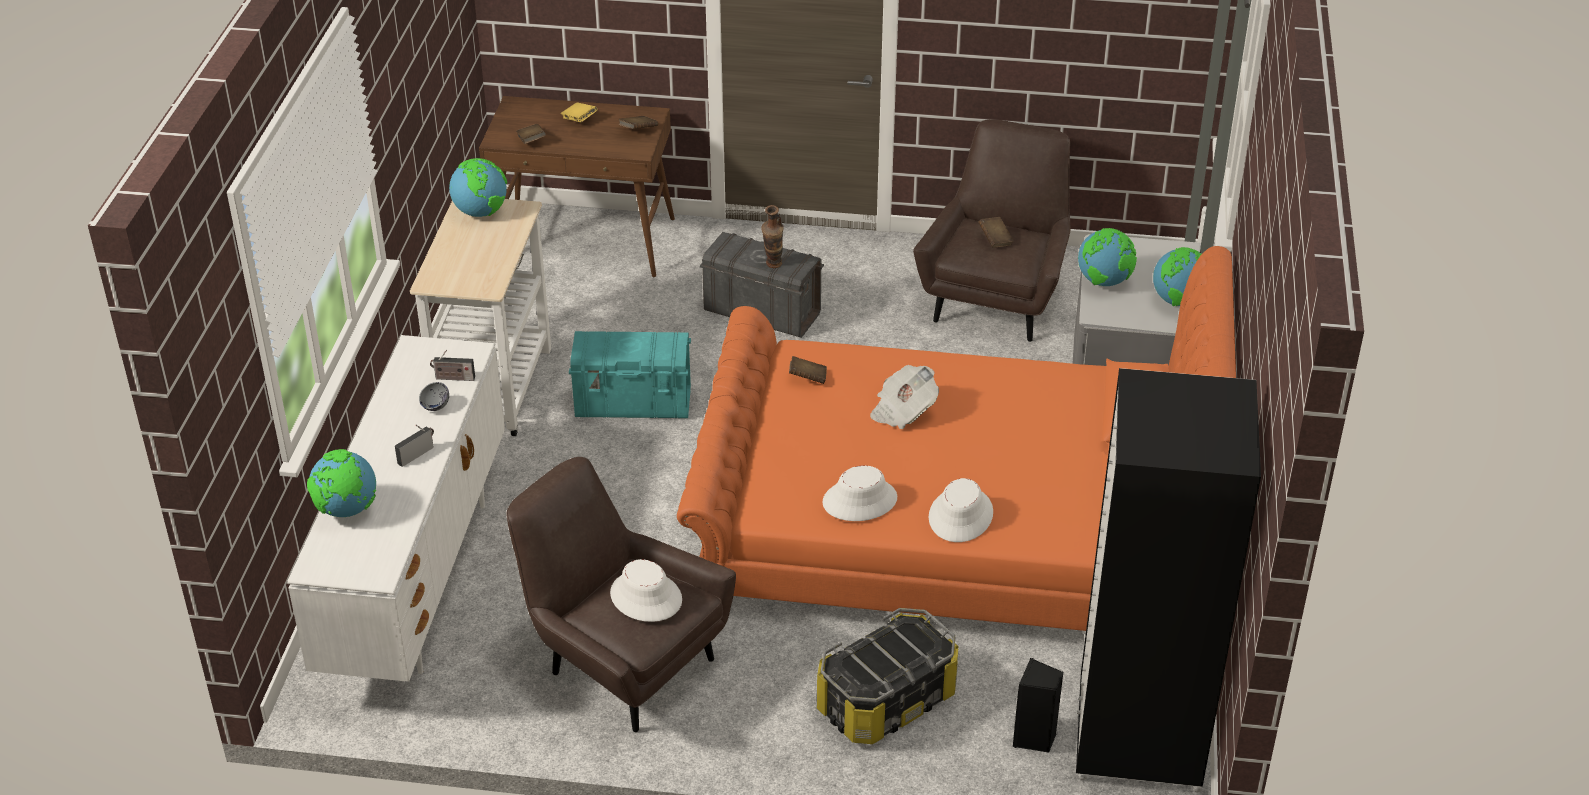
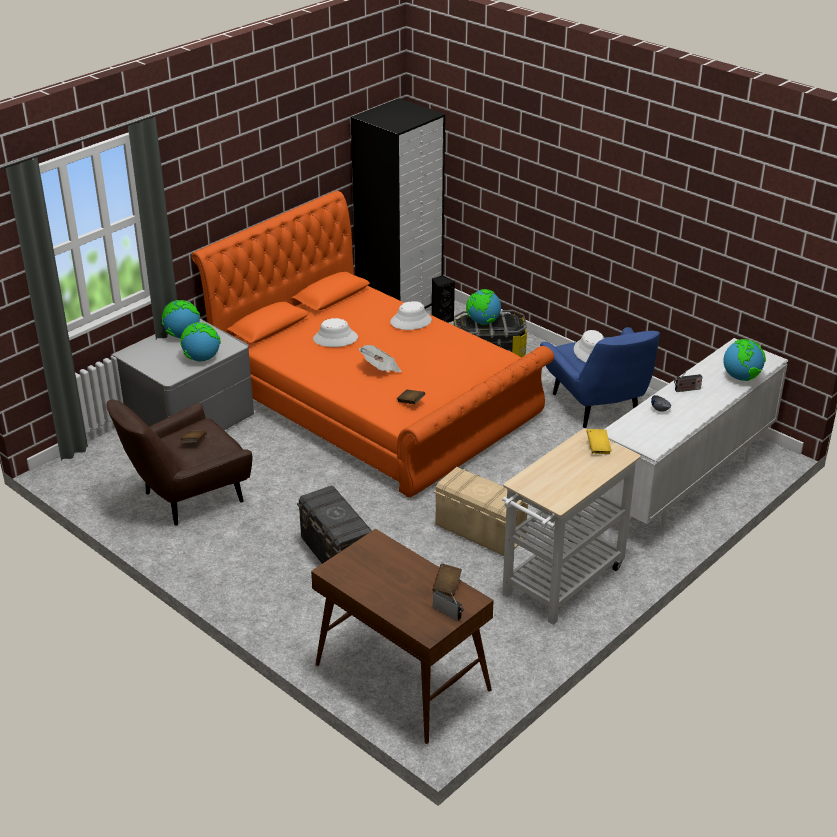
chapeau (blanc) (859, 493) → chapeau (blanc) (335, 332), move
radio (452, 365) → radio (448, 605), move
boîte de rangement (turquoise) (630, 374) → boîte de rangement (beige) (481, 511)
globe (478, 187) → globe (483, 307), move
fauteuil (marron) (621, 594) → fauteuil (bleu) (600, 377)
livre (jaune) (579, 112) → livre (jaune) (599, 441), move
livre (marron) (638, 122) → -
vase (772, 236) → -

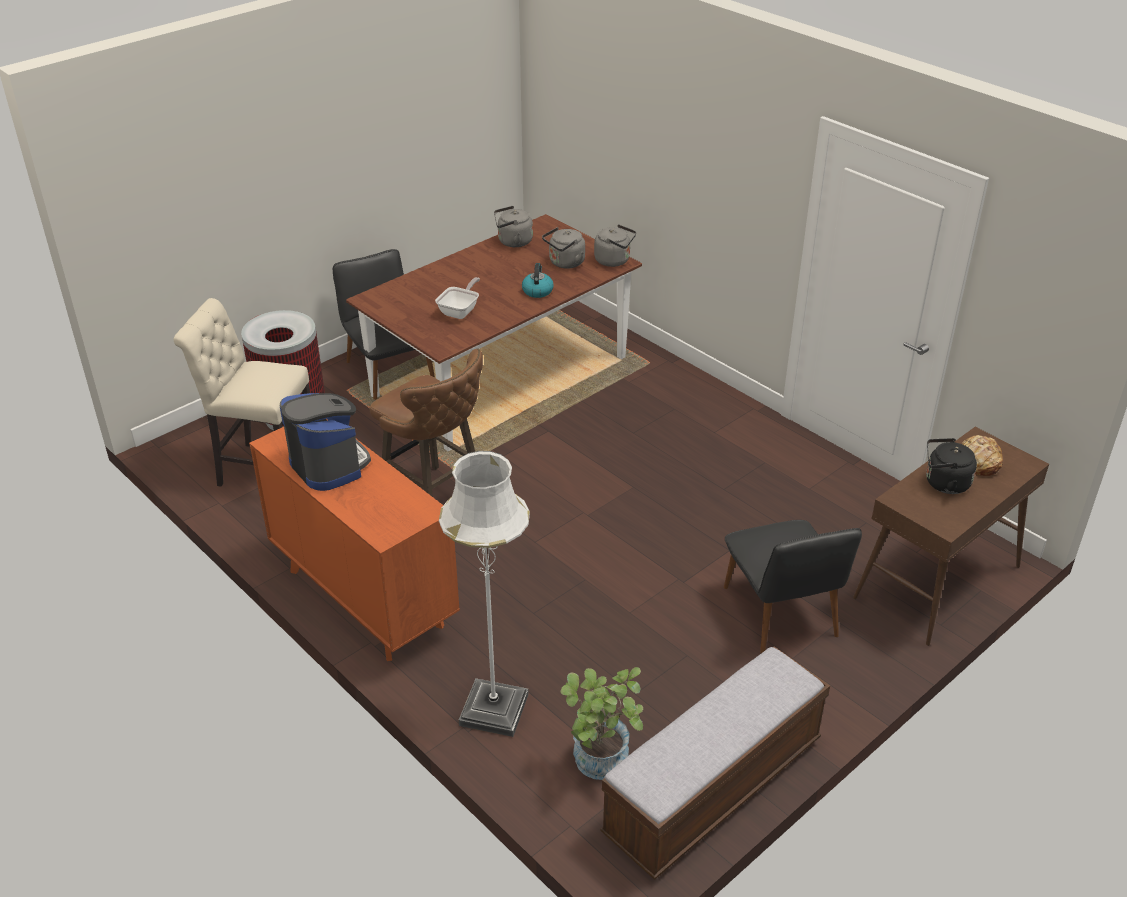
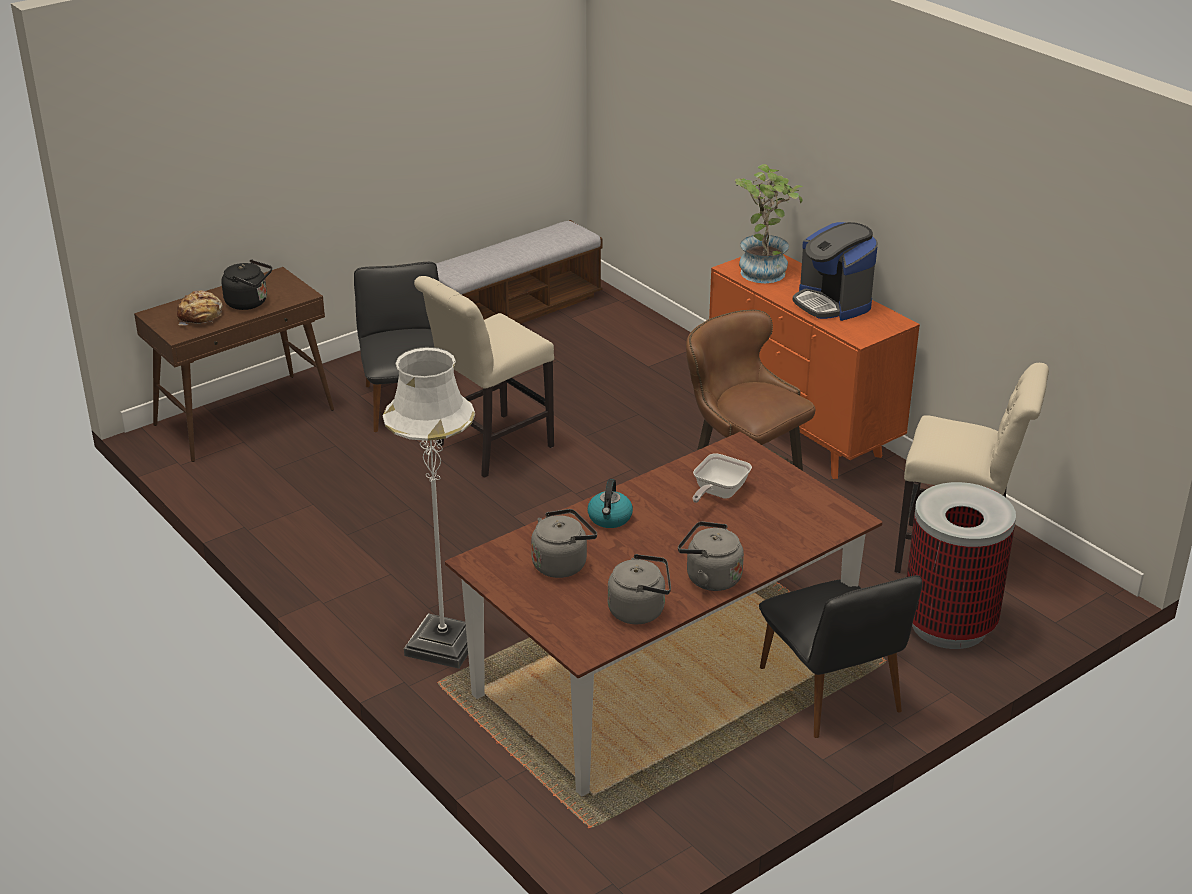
lampadaire (blanc) (484, 594) → lampadaire (blanc) (429, 508), move
- → tabouret (beige) (484, 377)
bouilloire (gris) (615, 246) → bouilloire (gris) (711, 556), move
plante en pot (602, 723) → plante en pot (769, 223), move

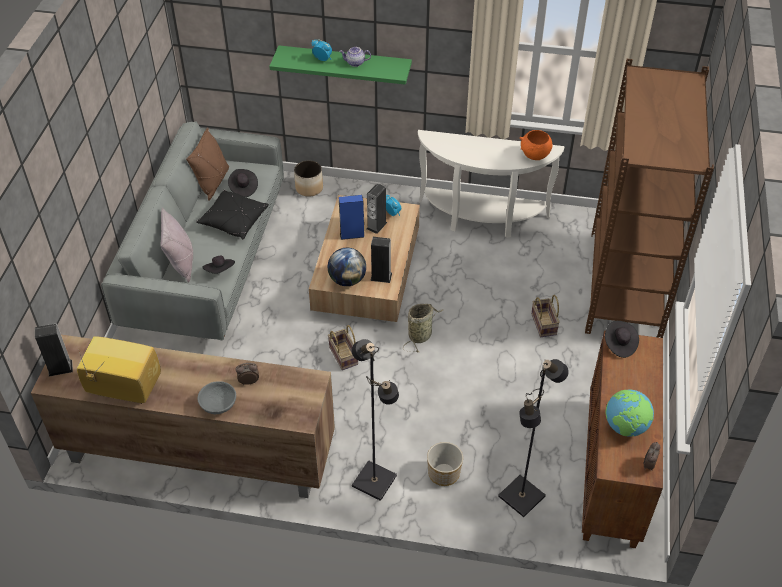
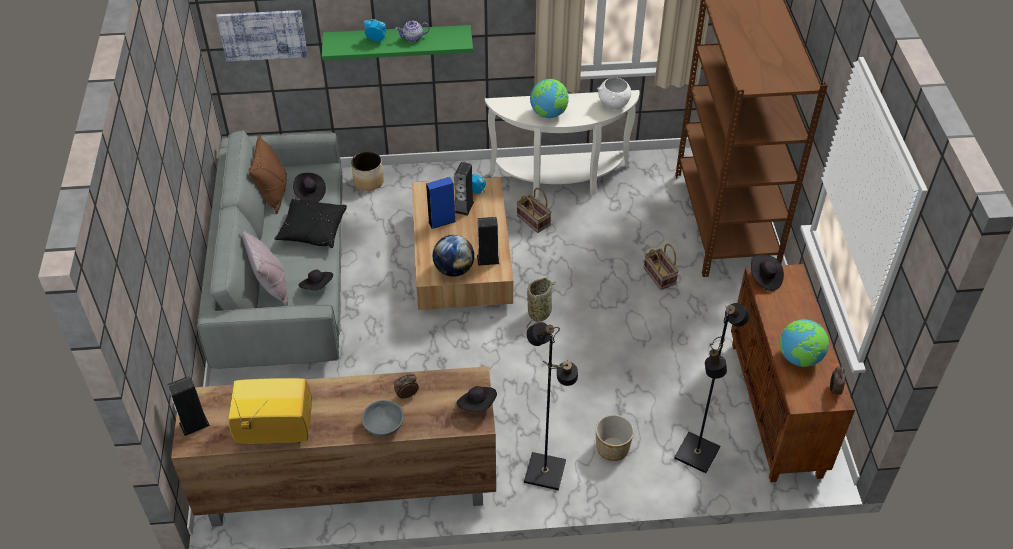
- → tableau (262, 35)
- → chapeau (noir) (477, 399)
panier (343, 347) → panier (534, 210), move
- → globe (549, 98)
bol (orange) (536, 145) → bol (blanc) (614, 93)

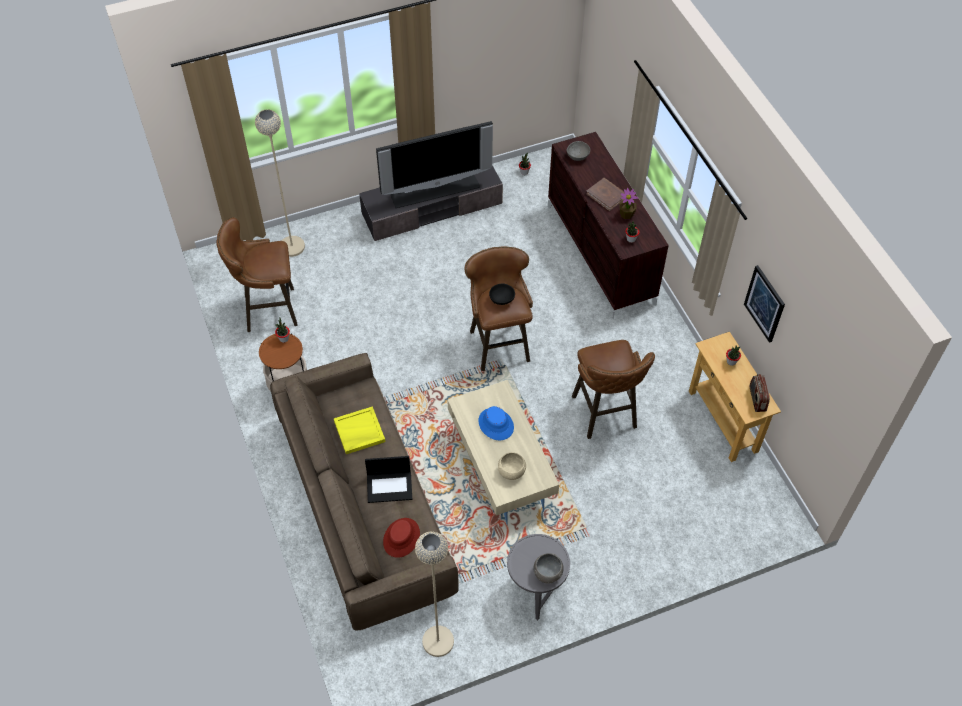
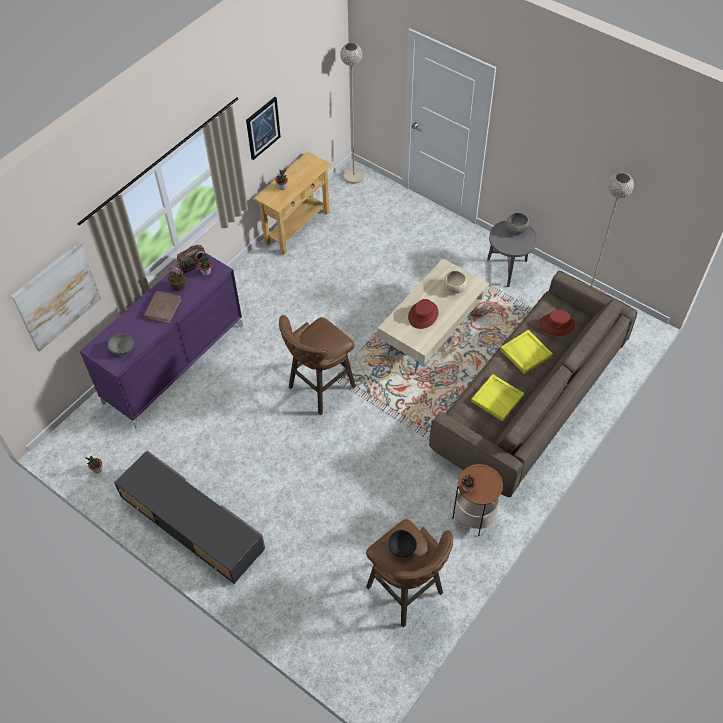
- → tableau (56, 297)
commode (marron) (608, 225) → commode (violet) (161, 341)
radio (760, 393) → radio (192, 258), move
lampadaire (beige) (280, 183) → lampadaire (beige) (352, 113), move
bol (noir) (502, 294) → bol (noir) (402, 543), move
chapeau (bleu) (496, 423) → chapeau (rouge) (423, 314)
ordinateur portable (388, 479) → plateau (jaune) (526, 352)
téléviseur (434, 164) → -
tabouret (marron) (613, 389) → -

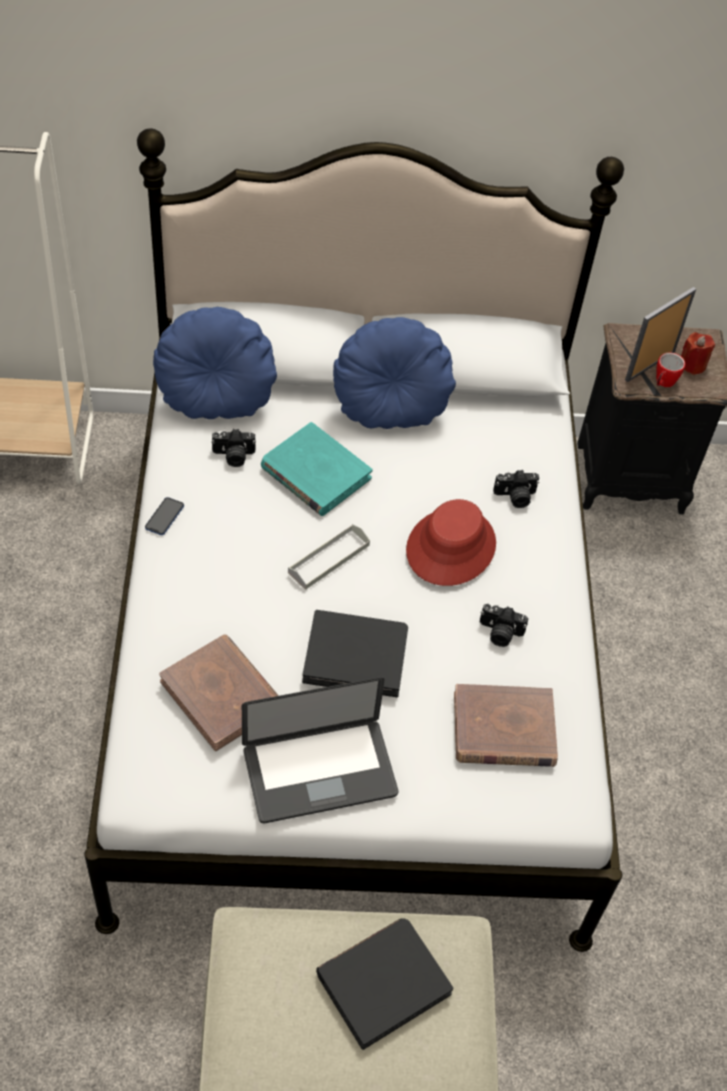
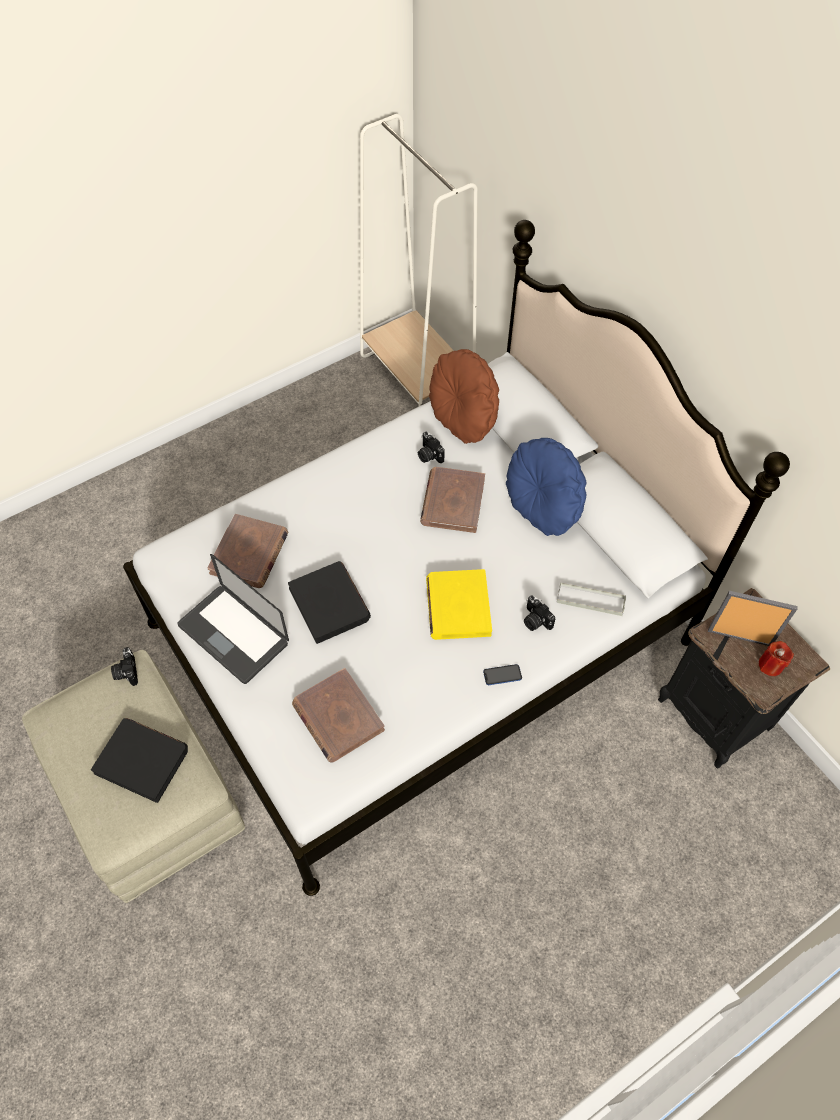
appareil photo (504, 625) → appareil photo (124, 666), move
livre (turquoise) (317, 469) → livre (marron) (452, 500)
chapeau (rouge) (451, 542) → livre (jaune) (459, 604)
coussin (bleu) (215, 363) → coussin (marron) (464, 396)
téléphone (164, 516) → téléphone (502, 674), move
plateau (gris) (329, 557) → plateau (gris) (591, 599), move
mug (670, 369) → -

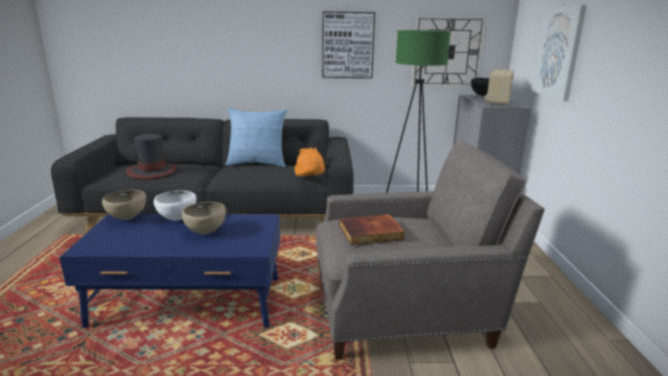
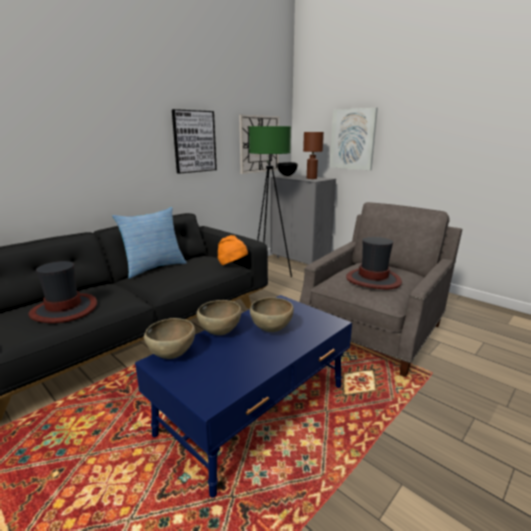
bol (blanc) (175, 205) → bol (marron) (219, 317)
radio (499, 87) → lampe de table (marron) (313, 155)
livre (372, 230) → chapeau (374, 263)

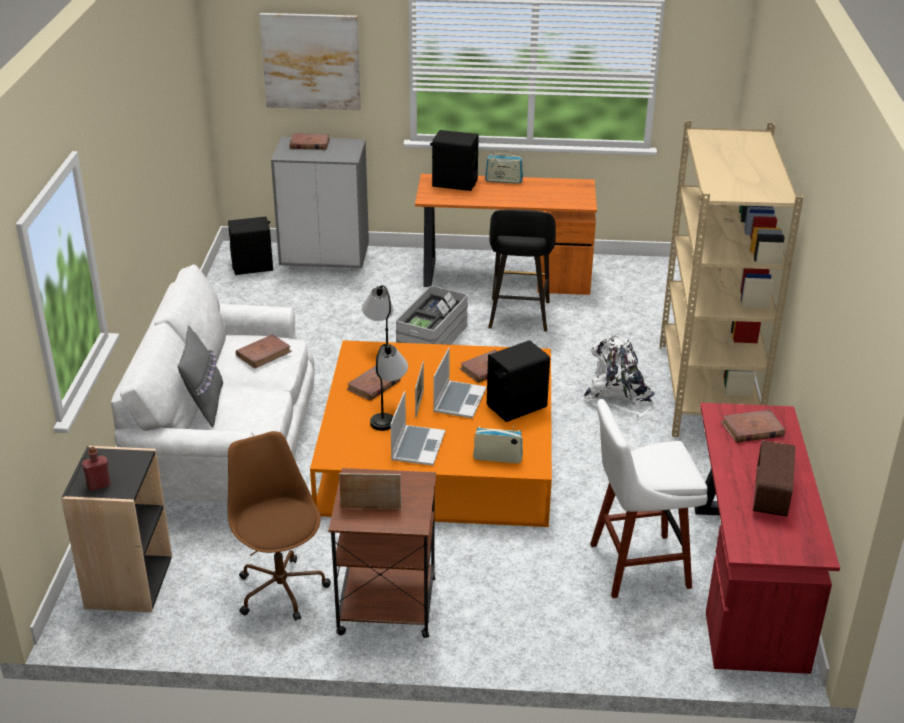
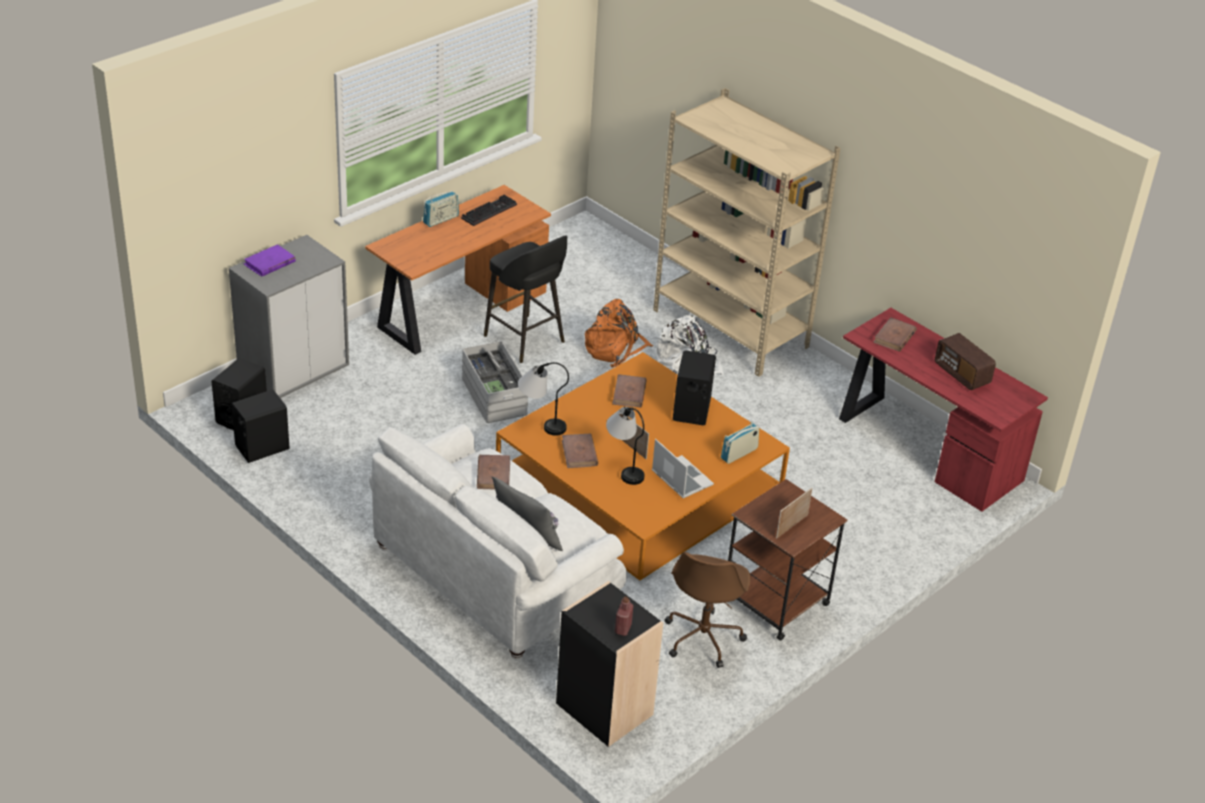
enceinte (noir) (454, 160) → enceinte (noir) (260, 426), move
livre (marron) (309, 141) → livre (violet) (270, 260)
- → clavier (489, 210)
- → sac à dos (orange) (619, 333)
chaise de bureau (marron) (279, 526) → chaise de bureau (marron) (707, 610), 90 degrees counterclockwise
tableau (310, 61) → -
ordinateur portable (459, 383) → -
tabouret (blanc) (649, 498) → -

